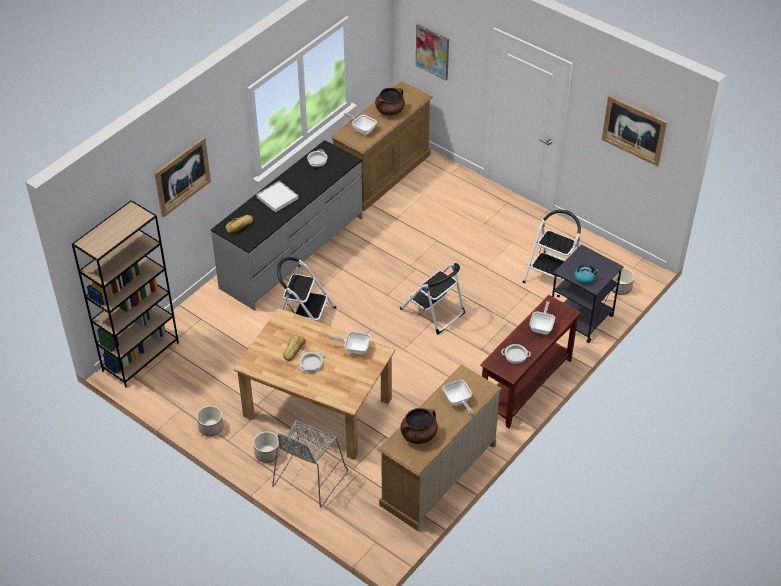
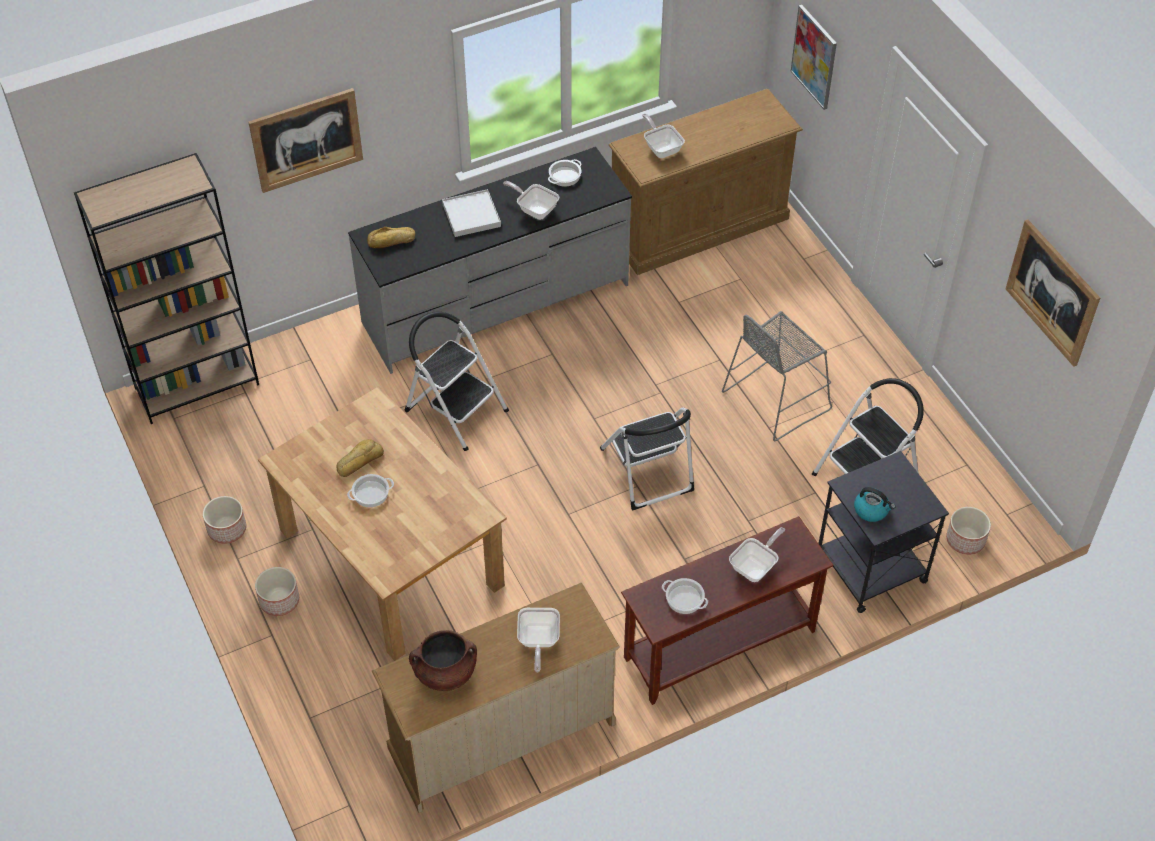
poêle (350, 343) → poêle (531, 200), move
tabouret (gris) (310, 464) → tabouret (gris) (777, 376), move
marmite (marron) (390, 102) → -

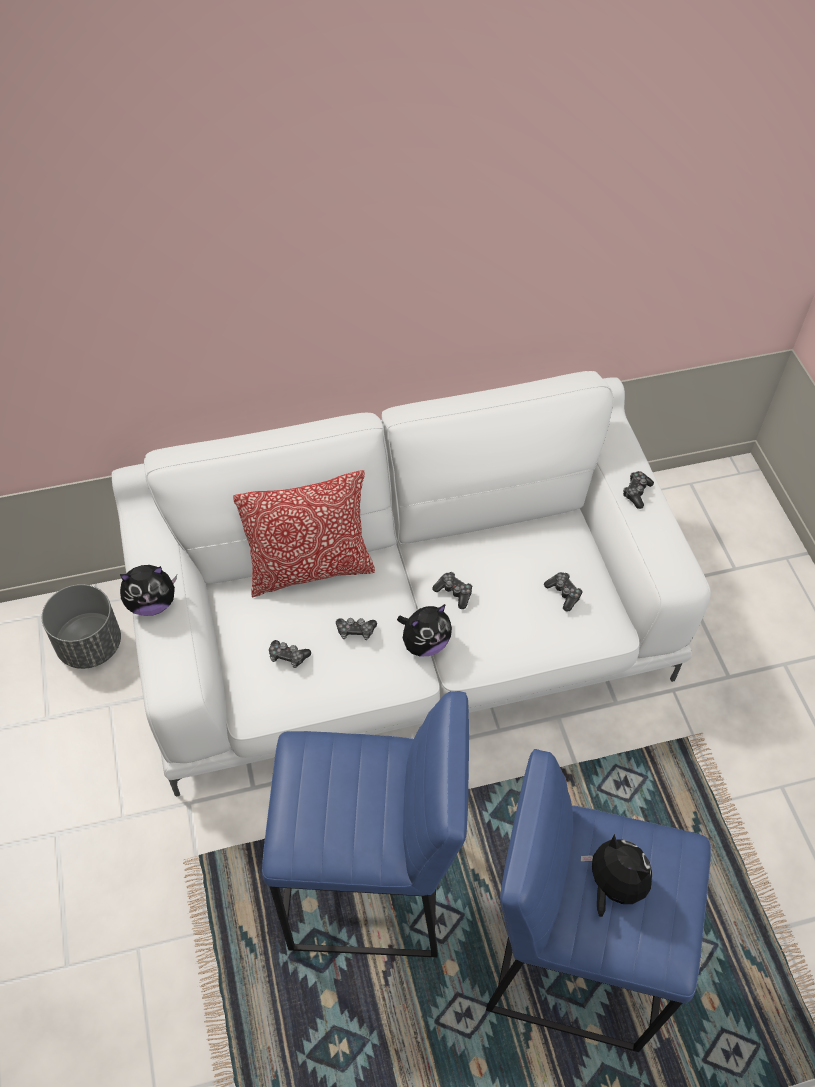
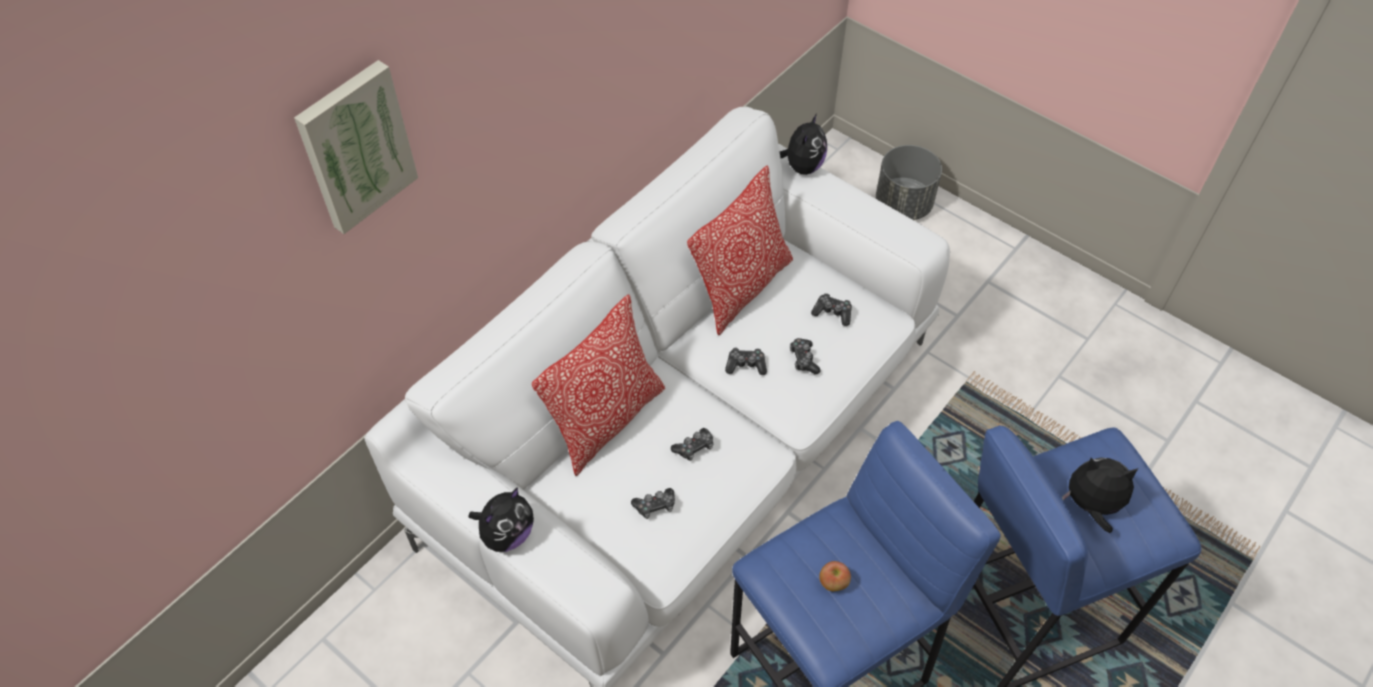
- → tableau (356, 147)
- → coussin (740, 250)
peluche (424, 630) → peluche (803, 144), move
manette (638, 490) → manette (805, 356), move
- → pomme (835, 576)
cache-pot (gris) (81, 626) → cache-pot (gris) (909, 182), move

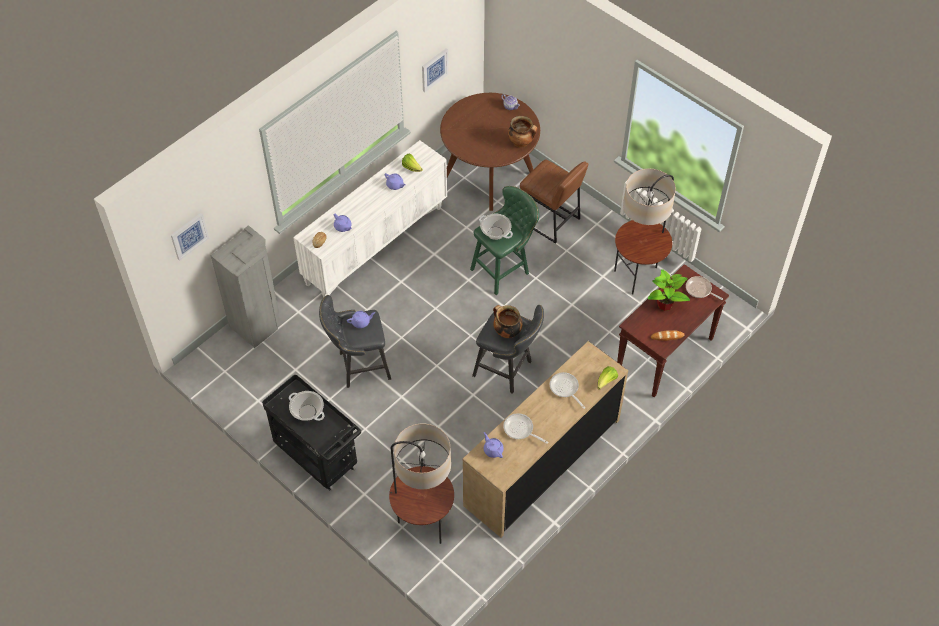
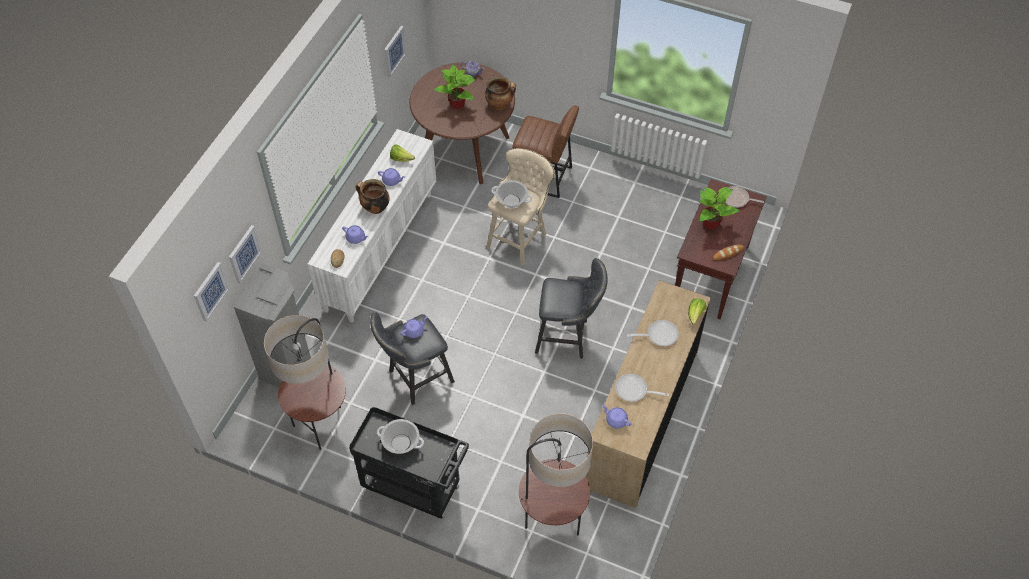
- → tableau (245, 254)
lampadaire (645, 231) → lampadaire (305, 382), move
marmite (508, 321) → marmite (373, 196), move
- → plante en pot (455, 87)
tabouret (vert) (504, 240) → tabouret (beige) (520, 206)
poêle (567, 390) → poêle (653, 333), 135 degrees clockwise

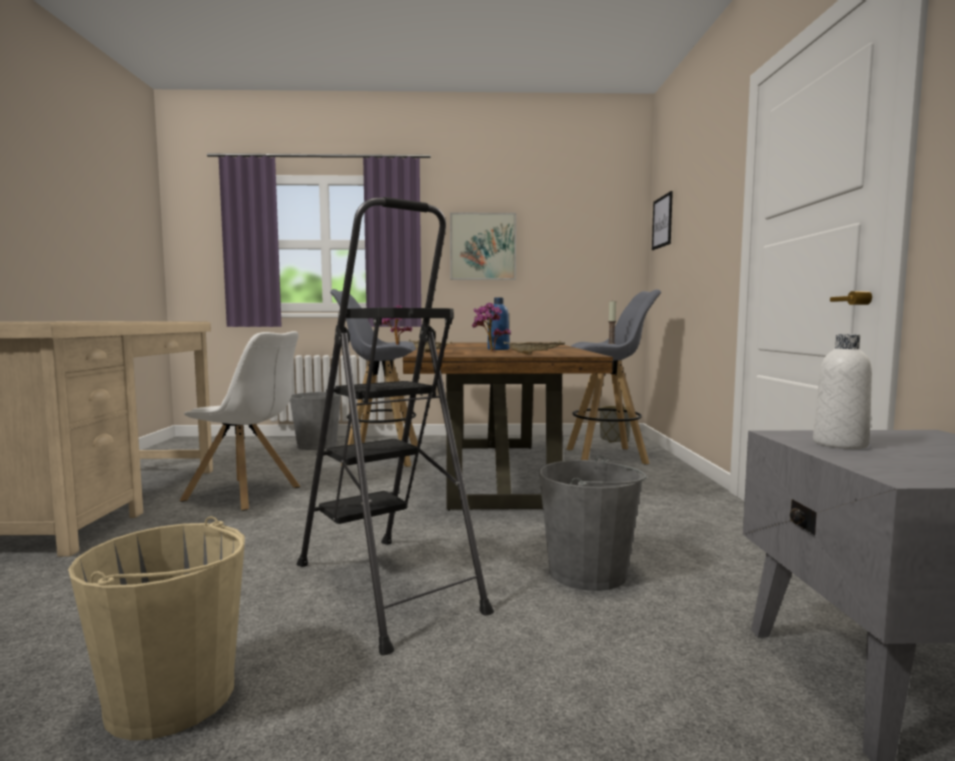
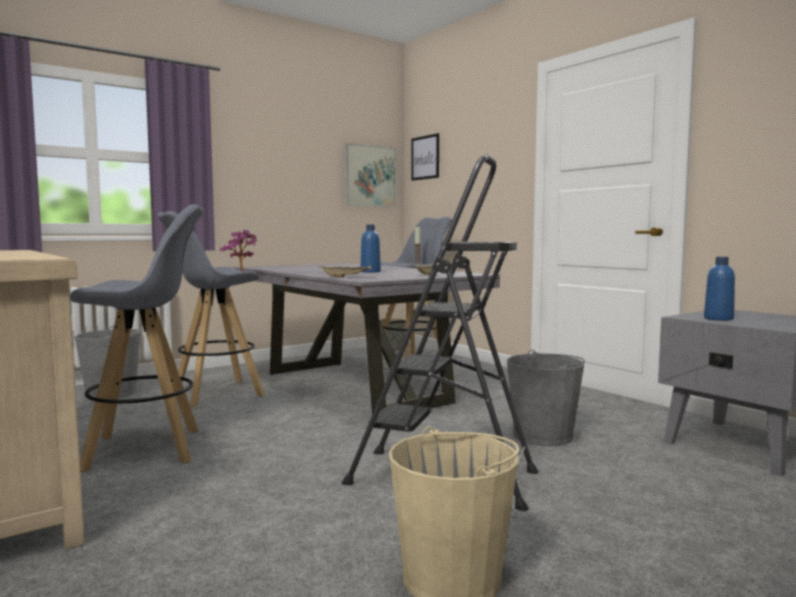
chaise (blanc) (240, 420) → tabouret (gris) (137, 338)
table à manger (marron) (508, 426) → table à manger (gris) (366, 338)
tableau (483, 246) → tableau (370, 175), move
bouteille (blanc) (842, 391) → bouteille (bleu) (719, 289)
plante en pot (491, 327) → -

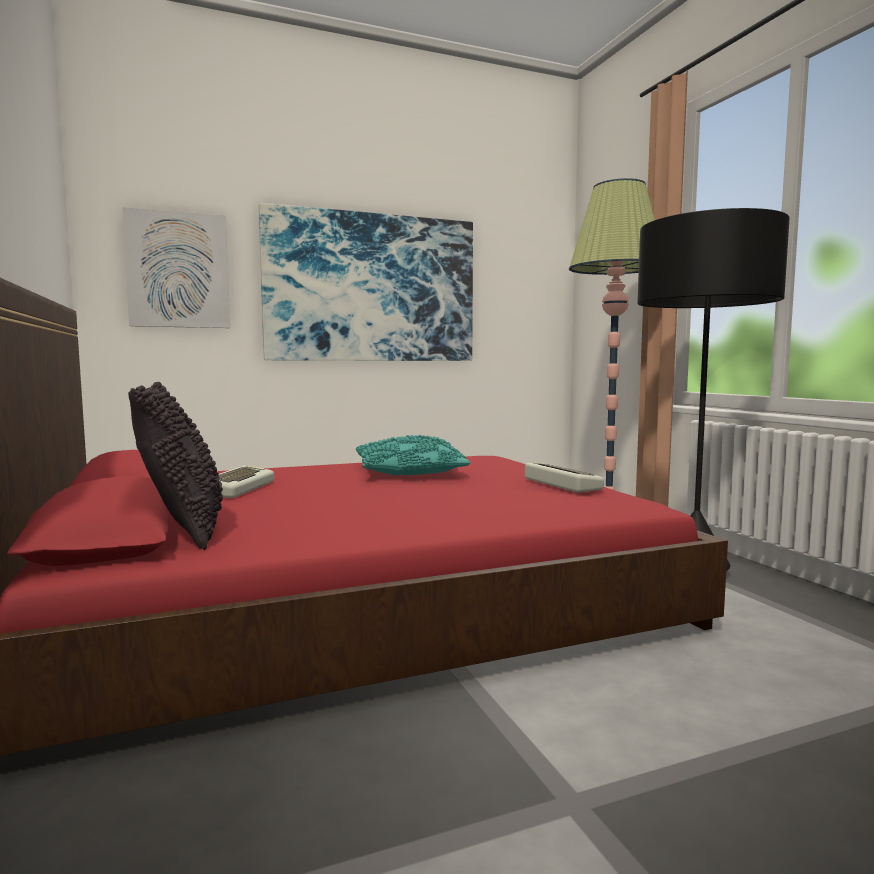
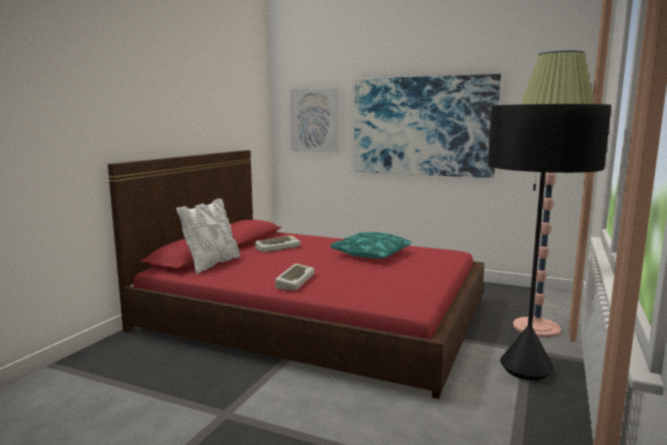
coussin (noir) (175, 466) → coussin (blanc) (208, 236)
clavier (564, 478) → clavier (295, 277), move

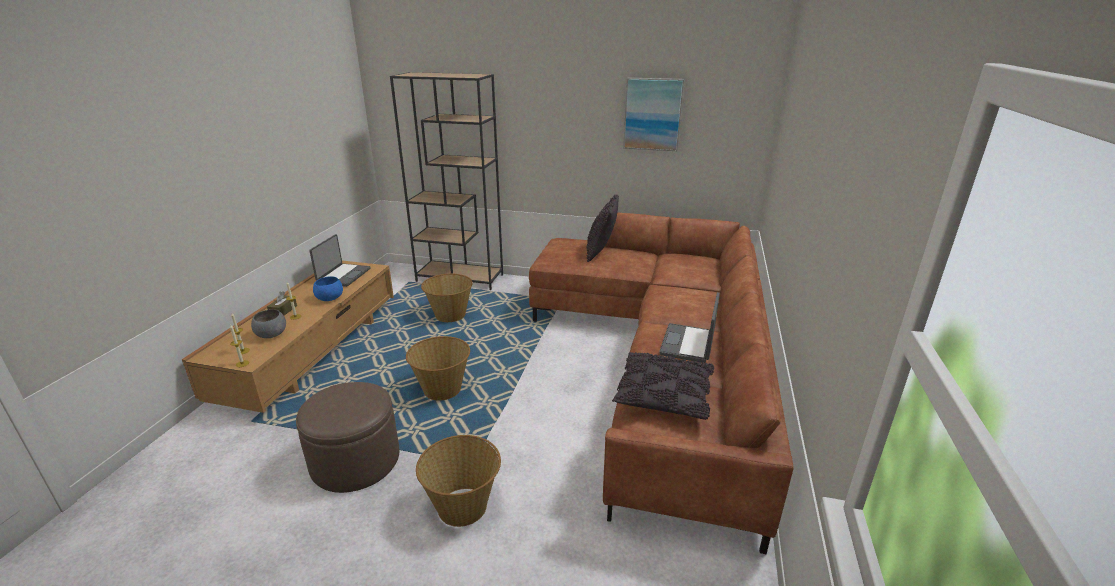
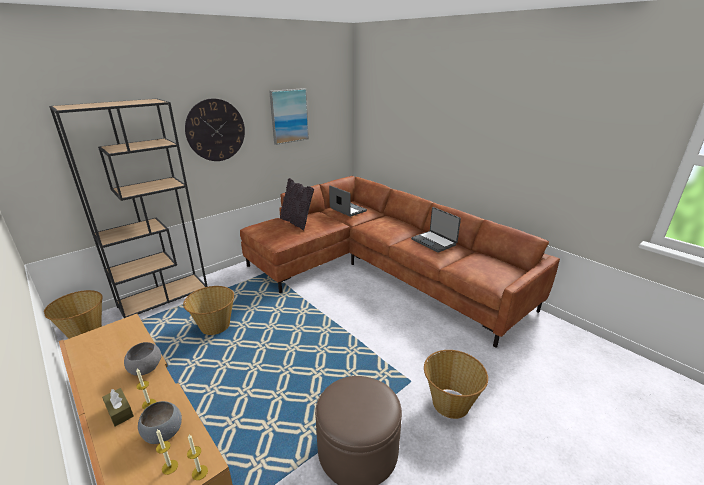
panier (438, 368) → panier (73, 314), move
bol (bleu) (328, 288) → bol (gris) (142, 359)
- → horloge murale (215, 129)
ordinateur portable (340, 260) → ordinateur portable (348, 201), move
coussin (noir) (663, 386) → -

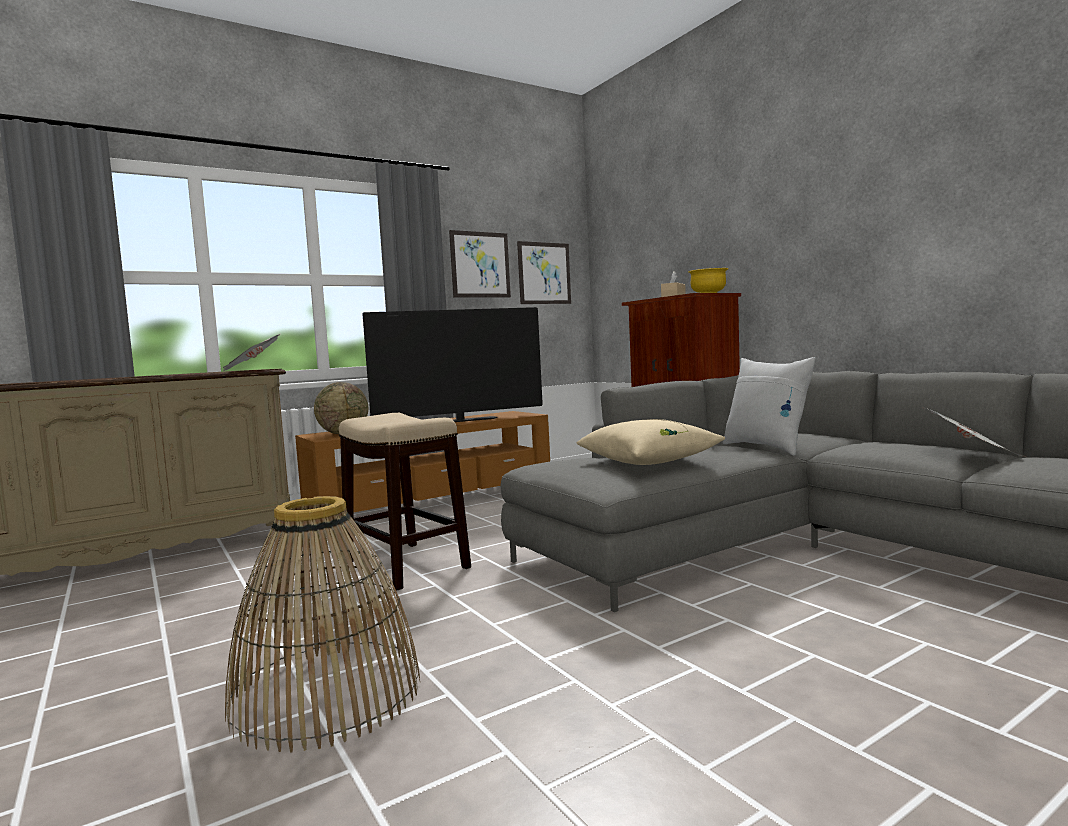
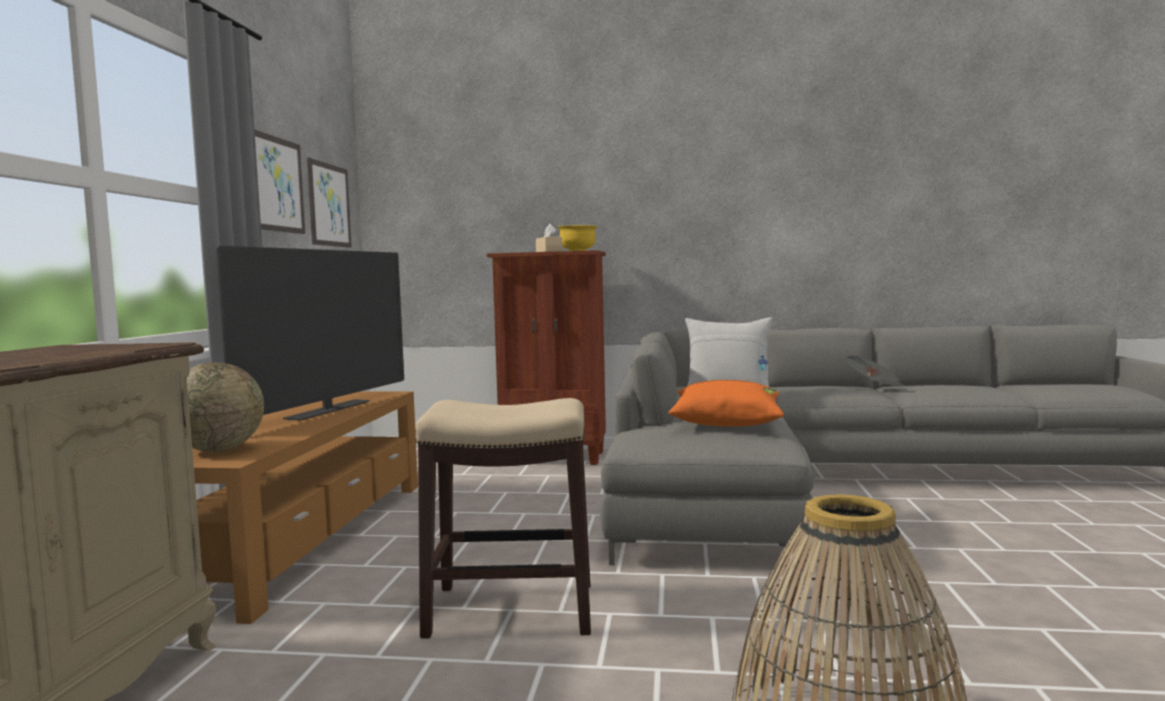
coussin (beige) (651, 442) → coussin (orange) (726, 403)
journal (251, 352) → -

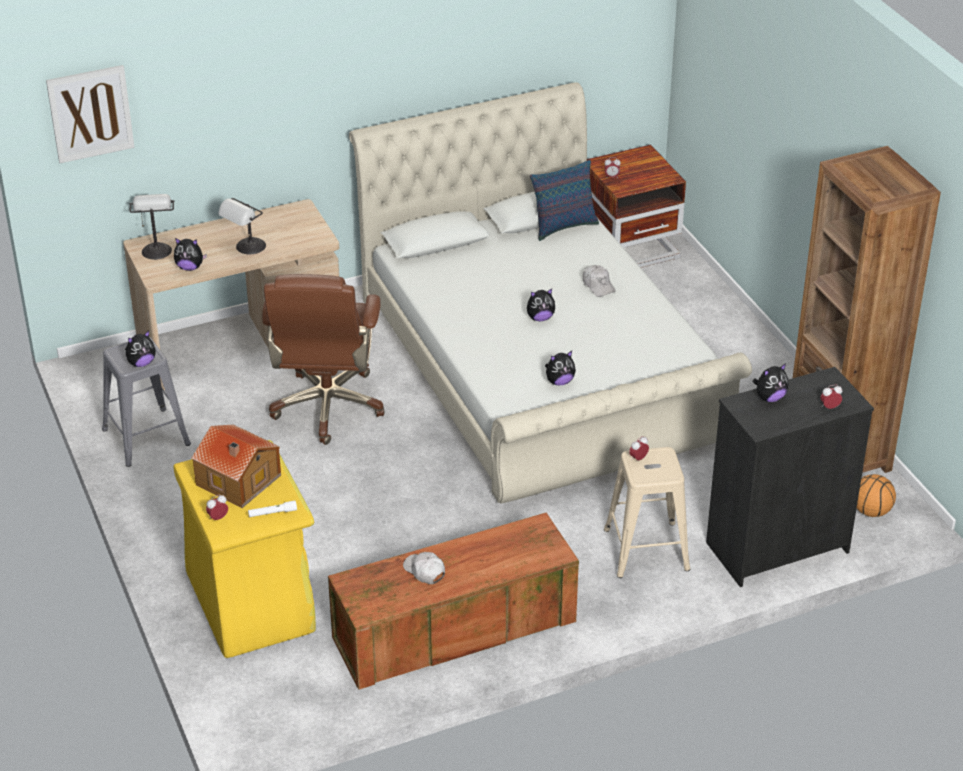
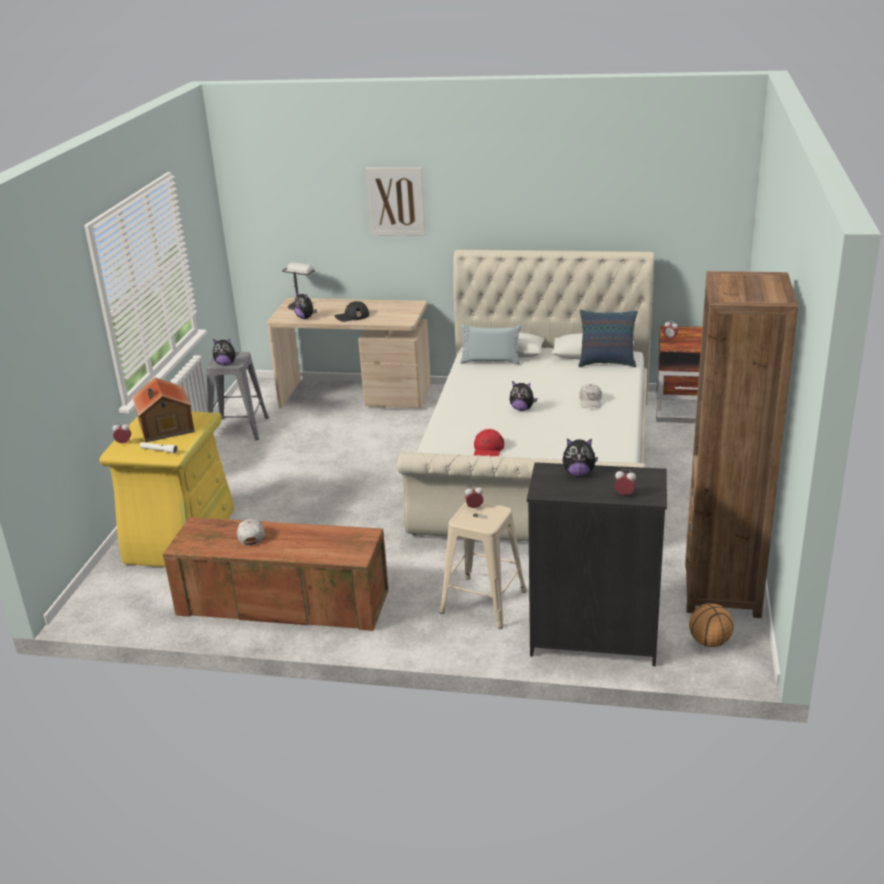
lampe de table (242, 226) → casquette (noir) (351, 311)
tableau (90, 114) → tableau (395, 201), move
- → coussin (bleu) (490, 345)
peluche (560, 368) → casquette (rouge) (489, 442)
chaise de bureau (marron) (323, 359) → -

